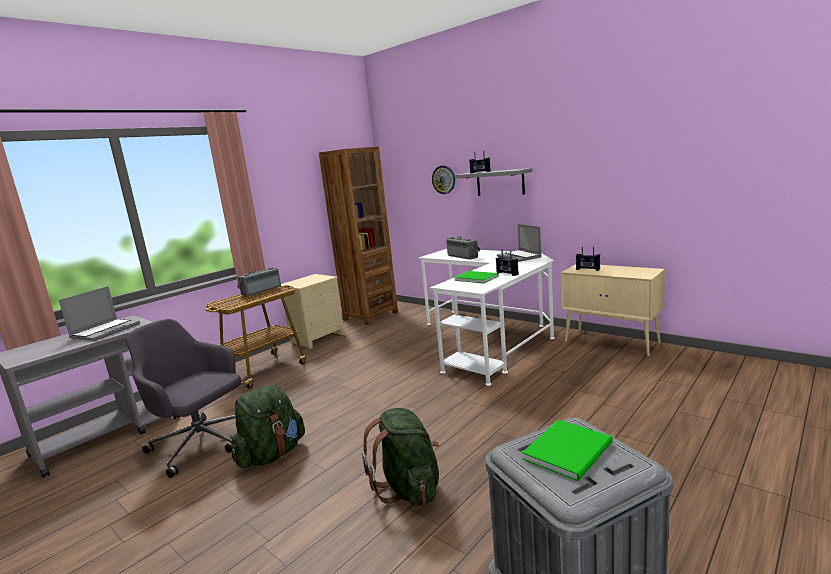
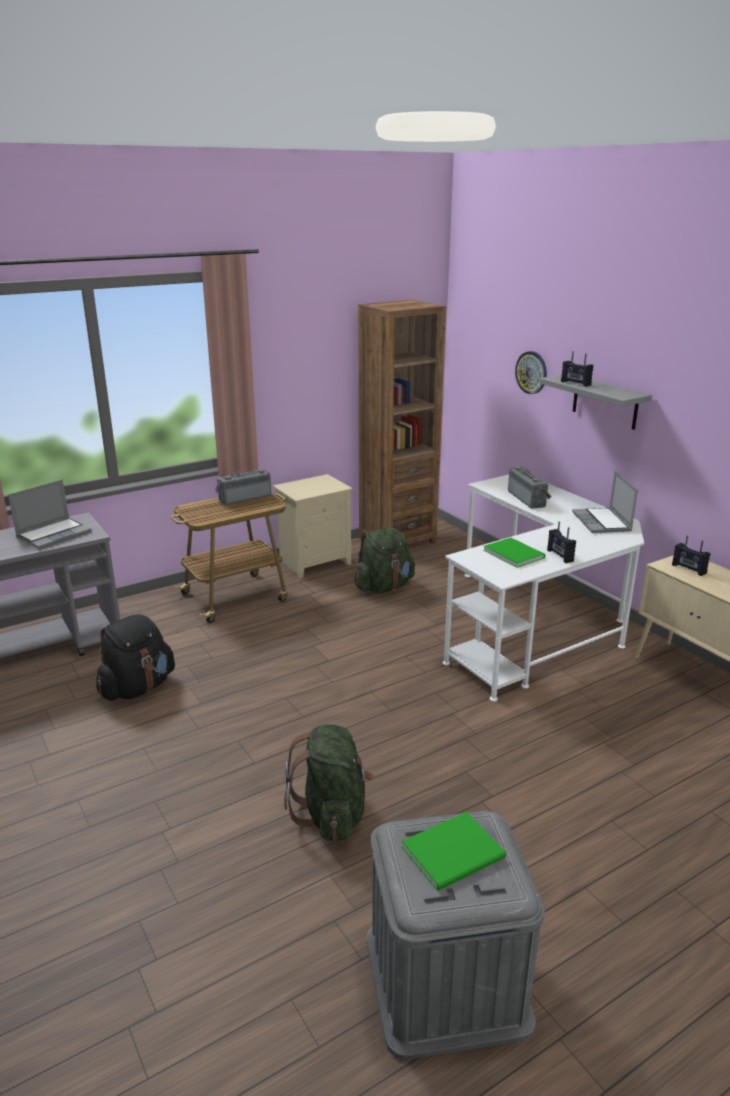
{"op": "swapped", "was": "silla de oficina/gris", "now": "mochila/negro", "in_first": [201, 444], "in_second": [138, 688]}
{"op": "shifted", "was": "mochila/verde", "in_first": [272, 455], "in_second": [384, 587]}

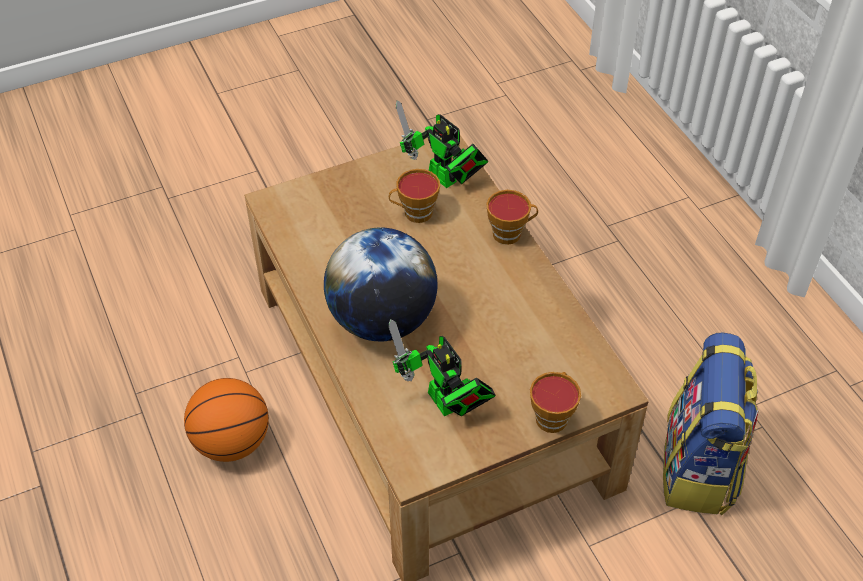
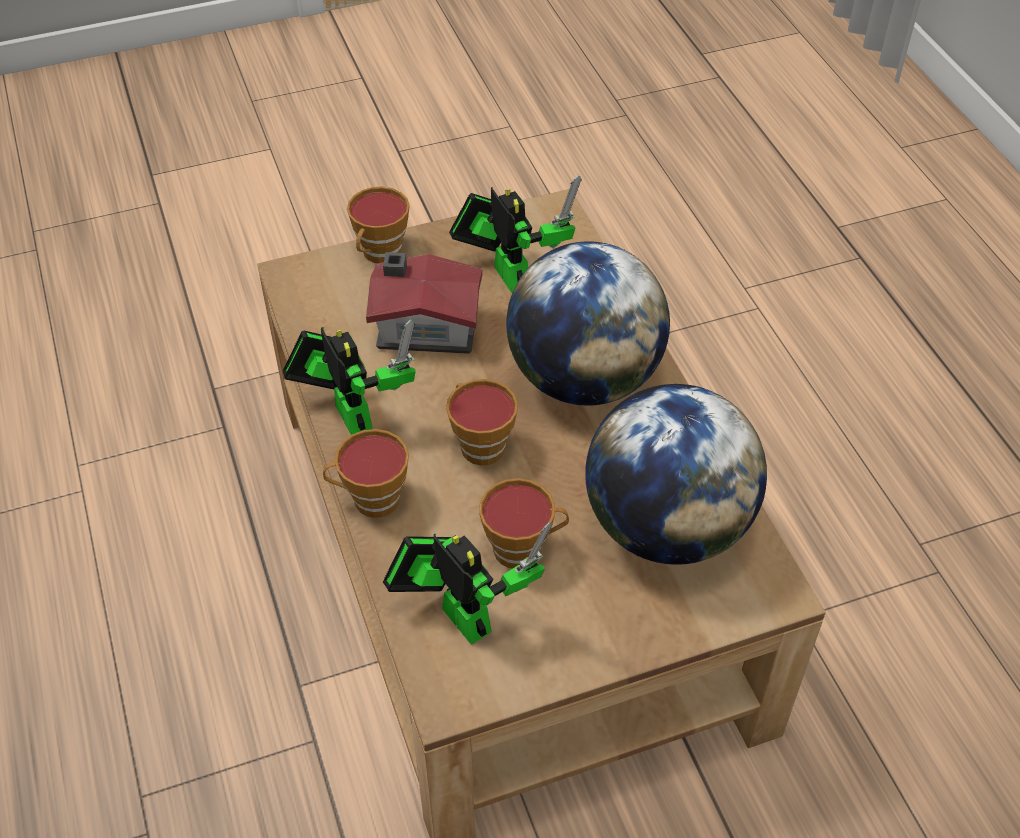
{"op": "gone", "was": "mochila", "in_first": [699, 468]}
{"op": "gone", "was": "balón de baloncesto", "in_first": [232, 442]}
{"op": "new", "now": "casita", "in_second": [425, 326]}
{"op": "new", "now": "robot de juguete", "in_second": [350, 412]}
{"op": "new", "now": "taza", "in_second": [479, 444]}
{"op": "new", "now": "globo terráqueo", "in_second": [666, 526]}

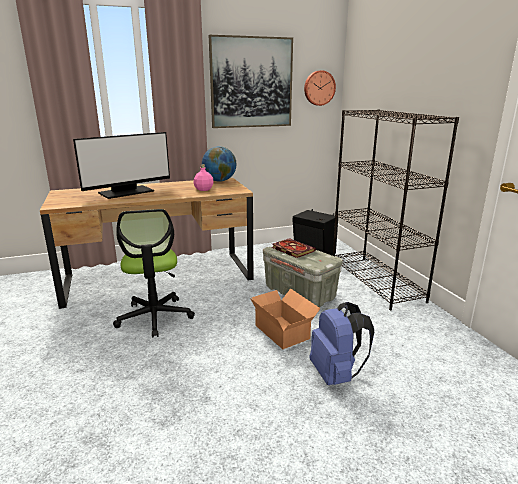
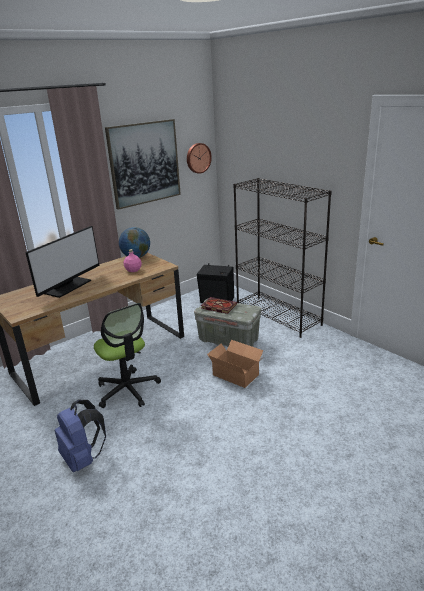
{"op": "shifted", "was": "mochila/azul", "in_first": [336, 375], "in_second": [83, 458]}

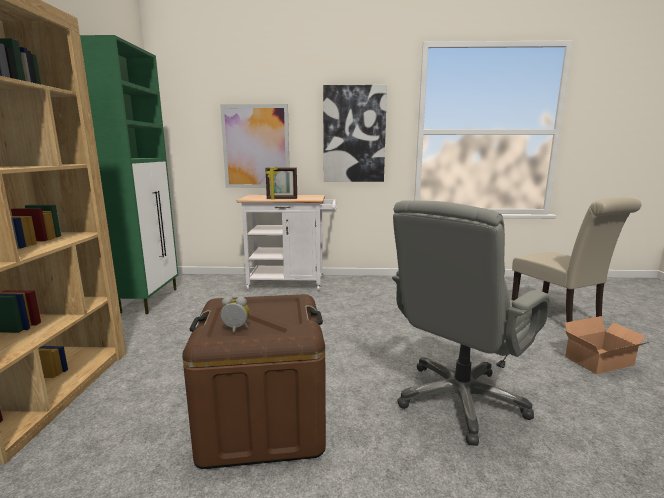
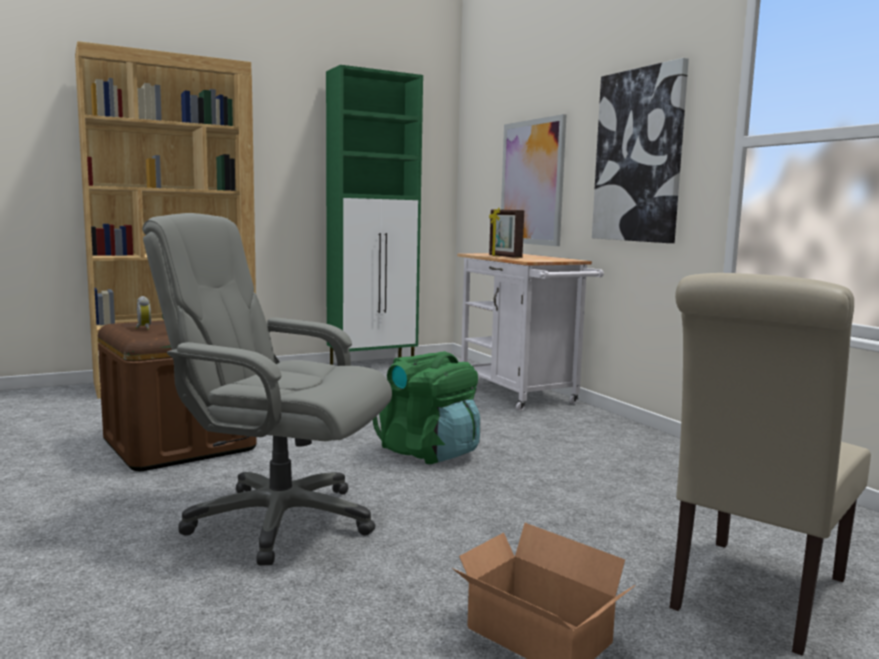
{"op": "new", "now": "mochila/verde", "in_second": [429, 452]}

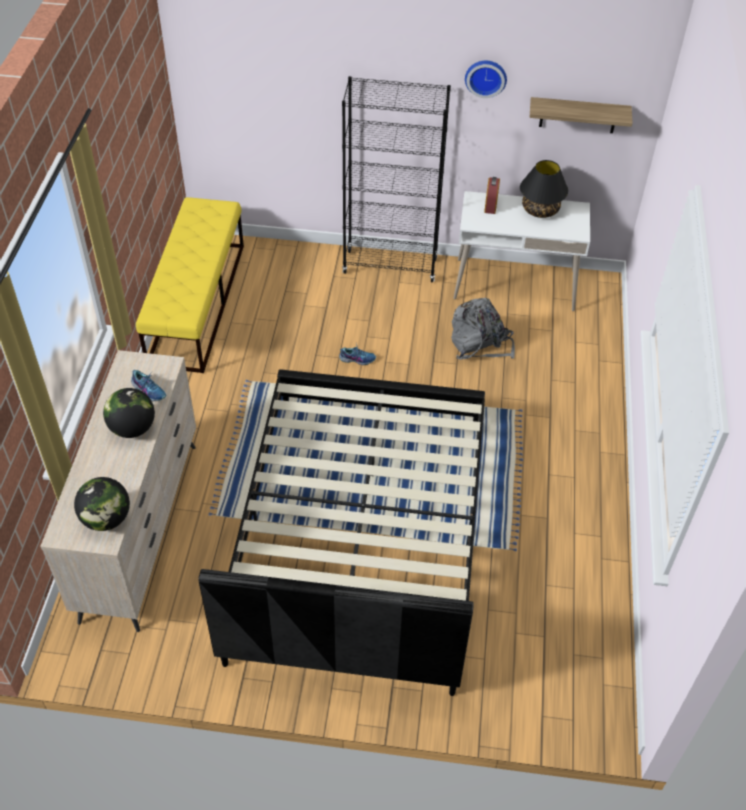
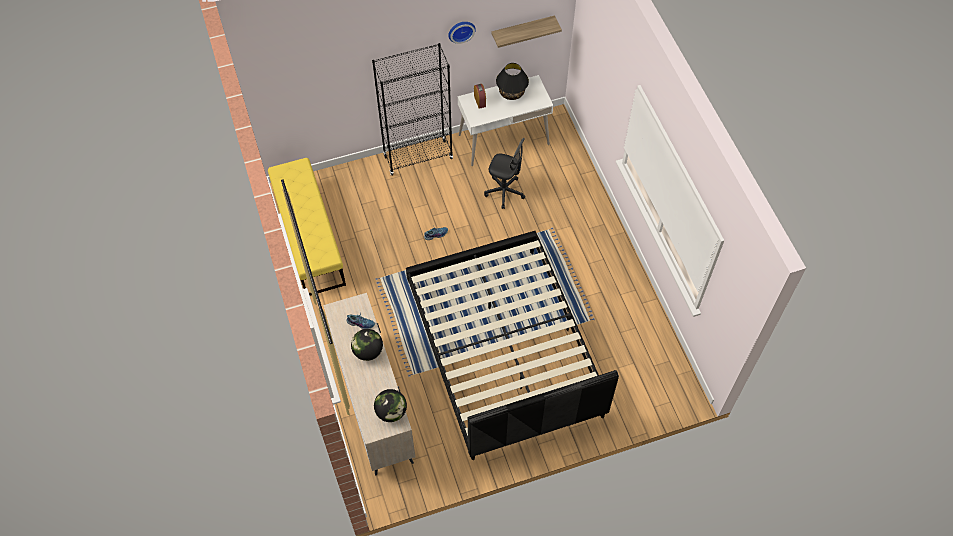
{"op": "swapped", "was": "mochila/gris", "now": "silla de oficina/negro", "in_first": [480, 344], "in_second": [504, 192]}

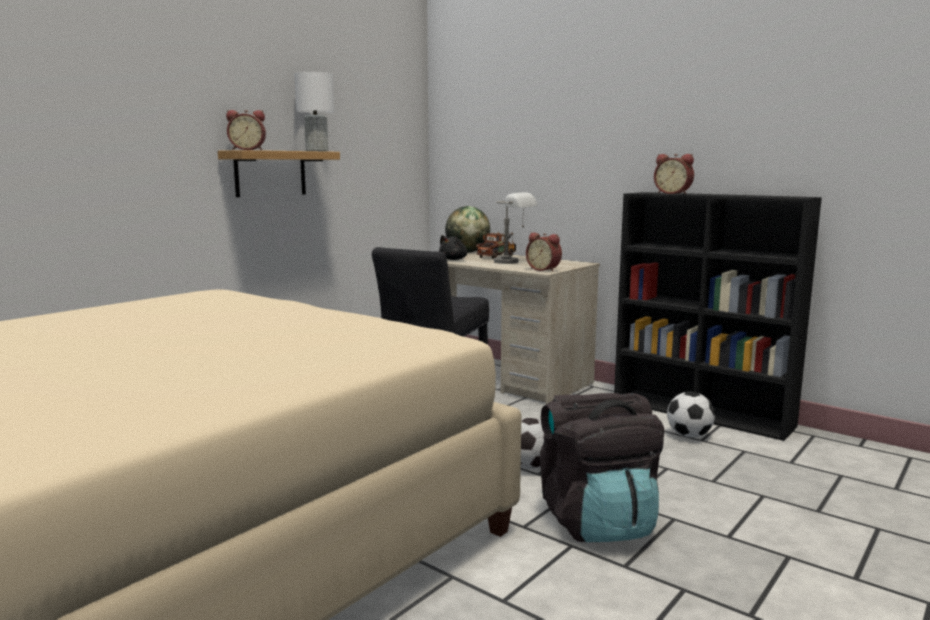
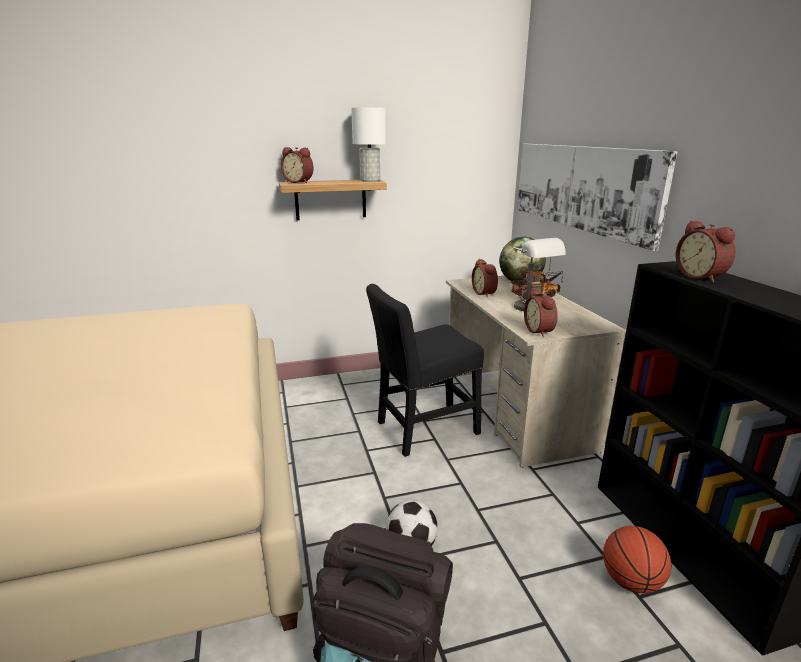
{"op": "swapped", "was": "peluche/negro", "now": "despertador", "in_first": [454, 259], "in_second": [485, 293]}
{"op": "swapped", "was": "balón de fútbol", "now": "balón de baloncesto", "in_first": [689, 435], "in_second": [630, 581]}
{"op": "new", "now": "cuadro", "in_second": [581, 187]}

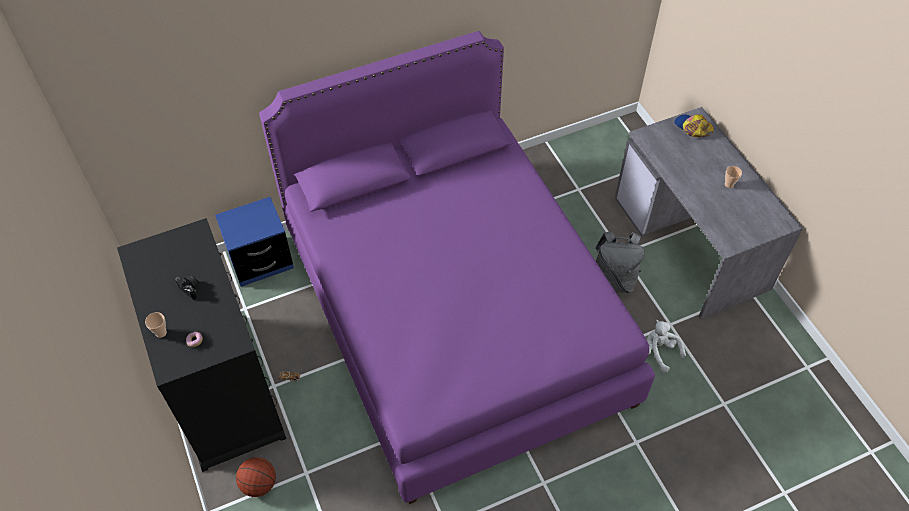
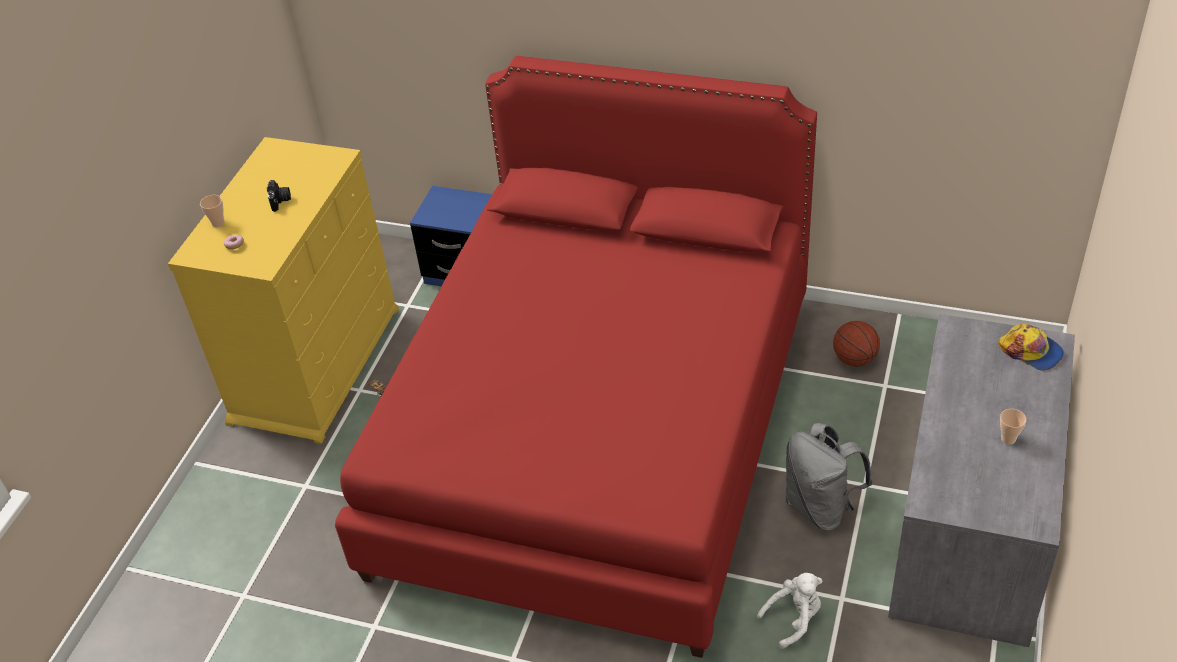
{"op": "repainted", "was": "cama/morado", "now": "cama/rojo", "in_first": [454, 315], "in_second": [598, 432]}
{"op": "rotated", "was": "gorra", "in_first": [692, 128], "in_second": [1031, 351], "clockwise": 135}
{"op": "repainted", "was": "cómoda/negro", "now": "cómoda/amarillo", "in_first": [222, 388], "in_second": [316, 363]}
{"op": "rotated", "was": "peluche/blanco", "in_first": [659, 352], "in_second": [794, 619], "clockwise": 60}
{"op": "shifted", "was": "balón de baloncesto", "in_first": [259, 484], "in_second": [855, 359]}

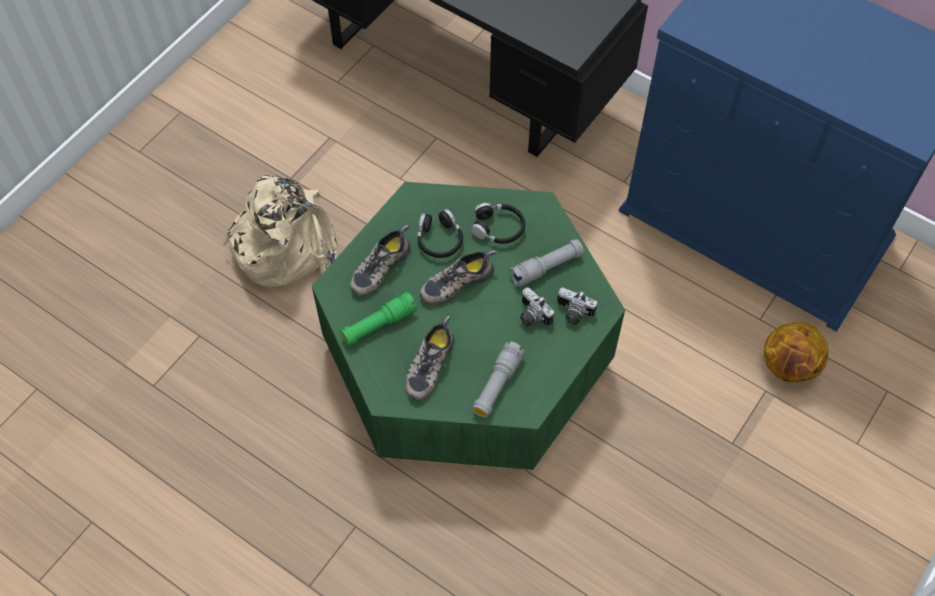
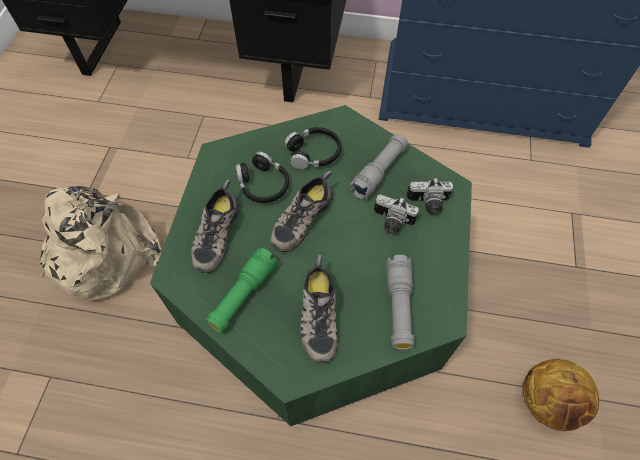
{"op": "shifted", "was": "balón de baloncesto", "in_first": [789, 366], "in_second": [548, 402]}

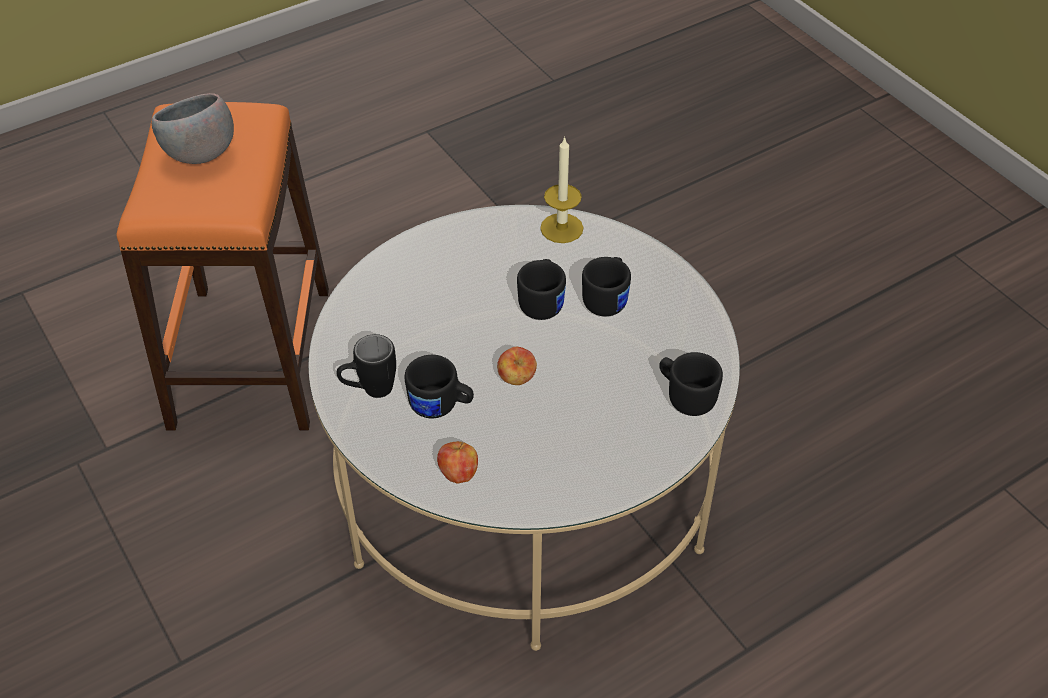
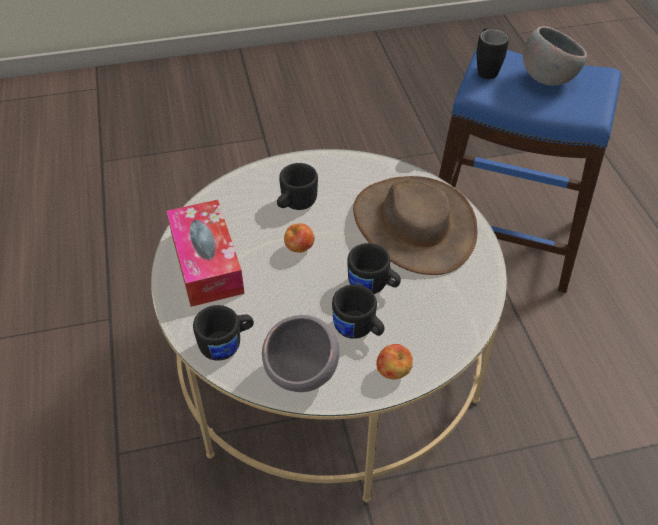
{"op": "repainted", "was": "taburete/naranja", "now": "taburete/azul", "in_first": [250, 357], "in_second": [502, 237]}
{"op": "gone", "was": "vela", "in_first": [561, 228]}
{"op": "shifted", "was": "taza grande/negro", "in_first": [369, 391], "in_second": [485, 69]}
{"op": "shifted", "was": "manzana", "in_first": [458, 473], "in_second": [393, 372]}
{"op": "new", "now": "sombrero/marrón", "in_second": [413, 225]}
{"op": "new", "now": "caja de pañuelos", "in_second": [206, 263]}
{"op": "new", "now": "cuenco/gris", "in_second": [302, 373]}

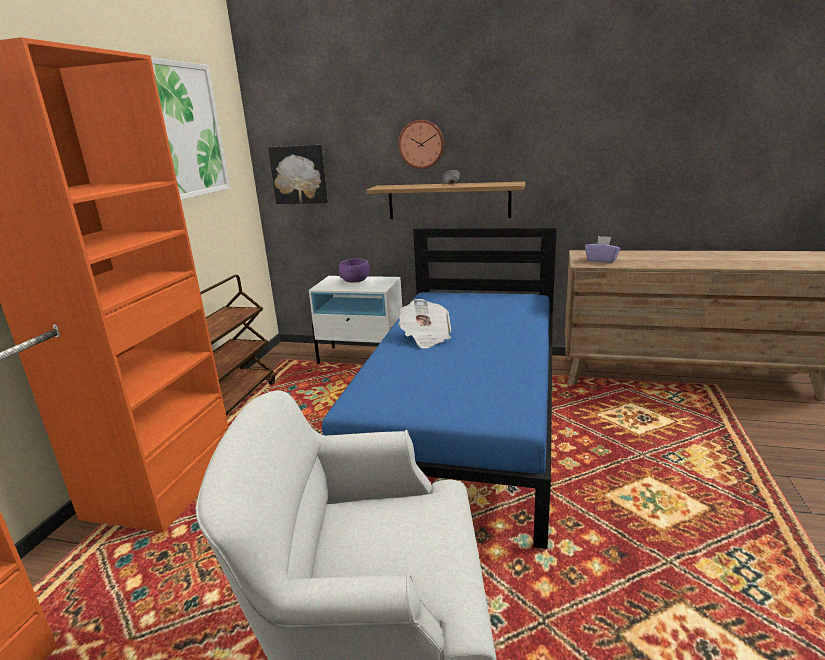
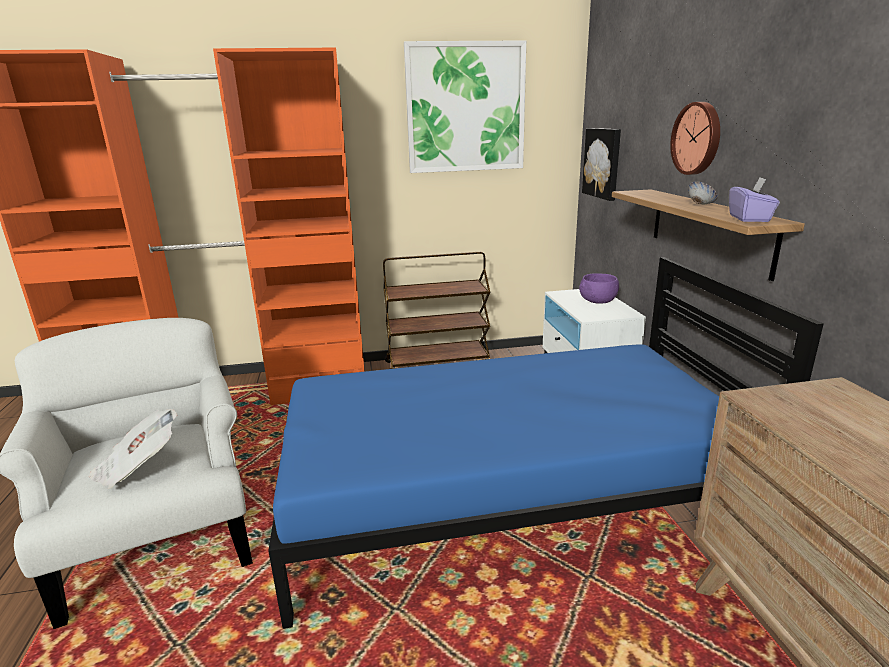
{"op": "shifted", "was": "caja de pañuelos/morado", "in_first": [601, 260], "in_second": [749, 218]}
{"op": "shifted", "was": "periódico", "in_first": [425, 337], "in_second": [138, 467]}

